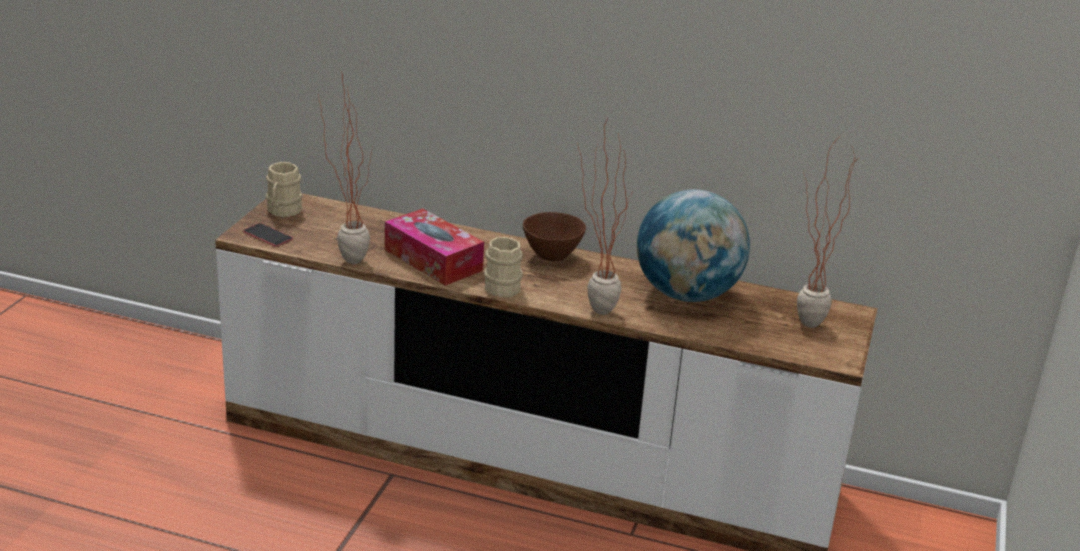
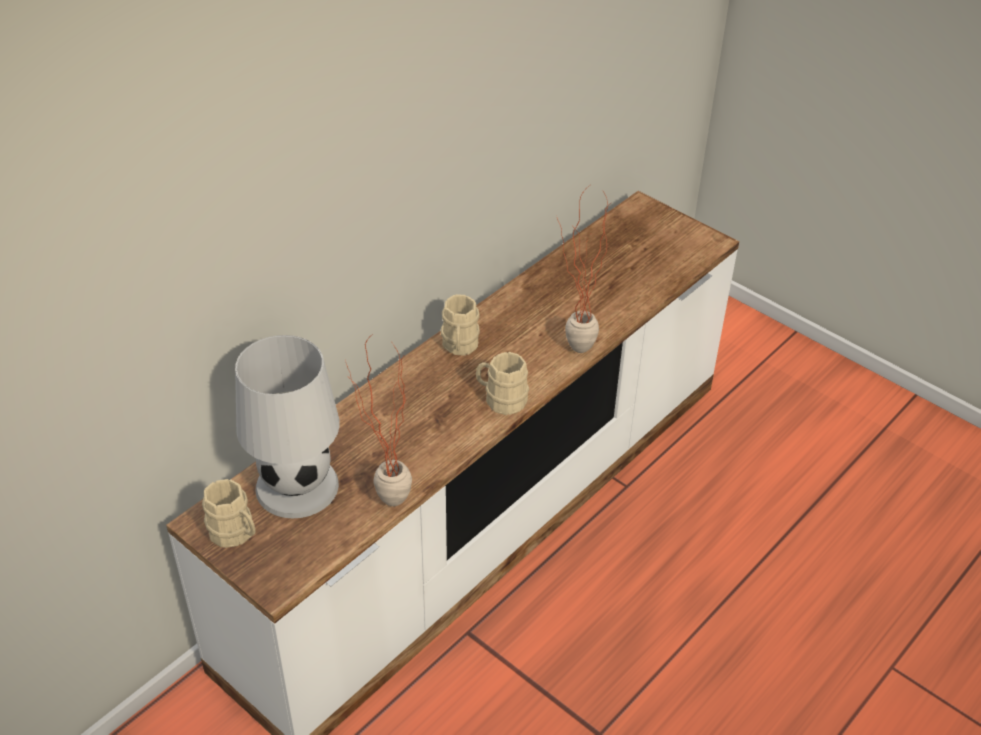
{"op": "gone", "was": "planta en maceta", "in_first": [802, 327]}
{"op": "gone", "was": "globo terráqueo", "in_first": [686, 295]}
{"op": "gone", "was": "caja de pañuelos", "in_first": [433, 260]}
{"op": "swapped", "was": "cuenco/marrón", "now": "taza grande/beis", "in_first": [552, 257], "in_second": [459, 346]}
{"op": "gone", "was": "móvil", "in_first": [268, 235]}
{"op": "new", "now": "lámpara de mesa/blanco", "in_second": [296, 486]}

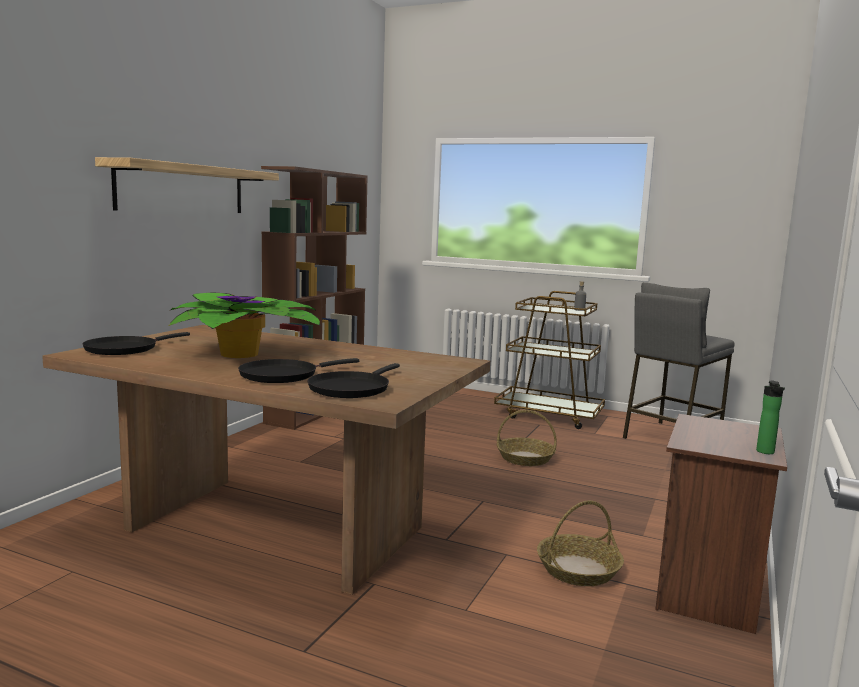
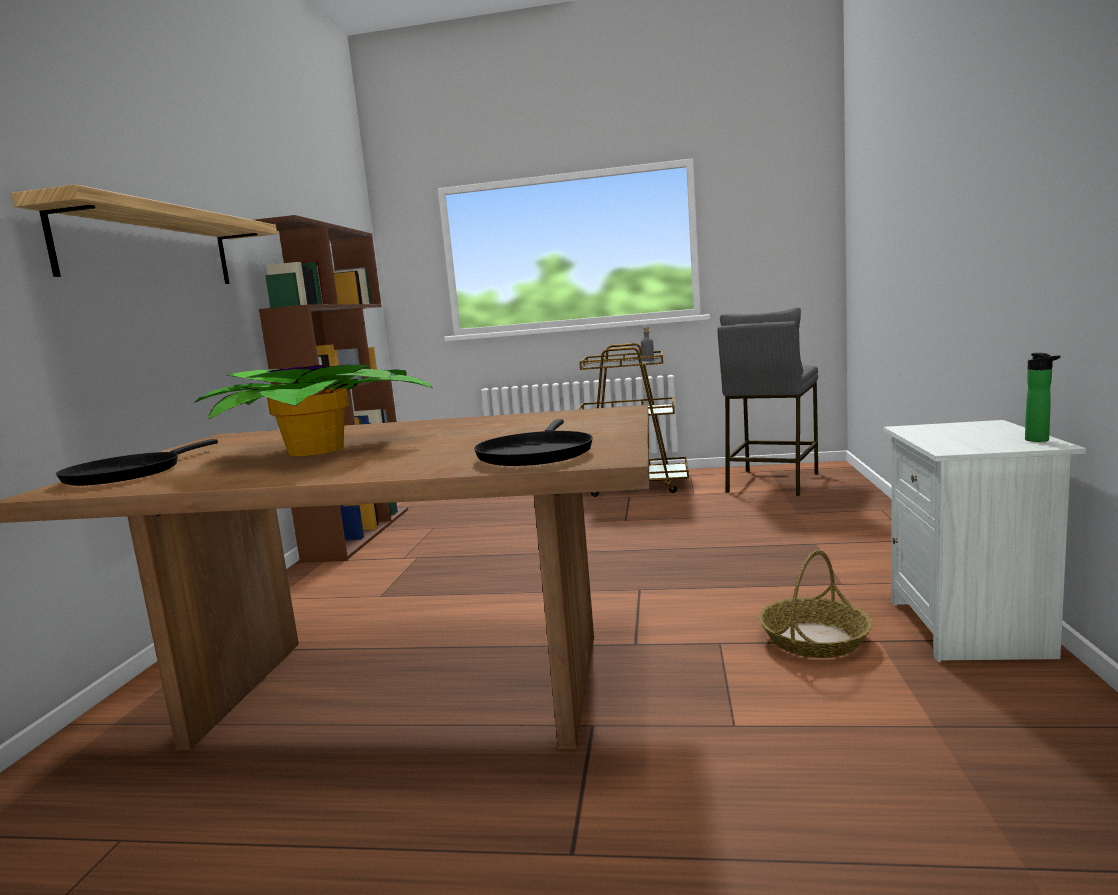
{"op": "gone", "was": "sartén/negro", "in_first": [283, 375]}
{"op": "gone", "was": "cesta", "in_first": [525, 458]}
{"op": "repainted", "was": "mesita de noche/marrón", "now": "mesita de noche/blanco", "in_first": [710, 594], "in_second": [971, 628]}

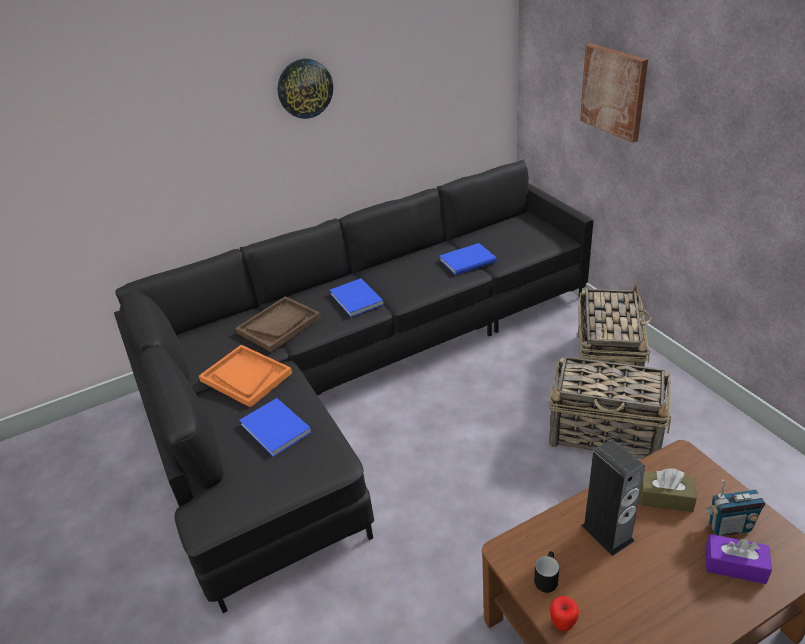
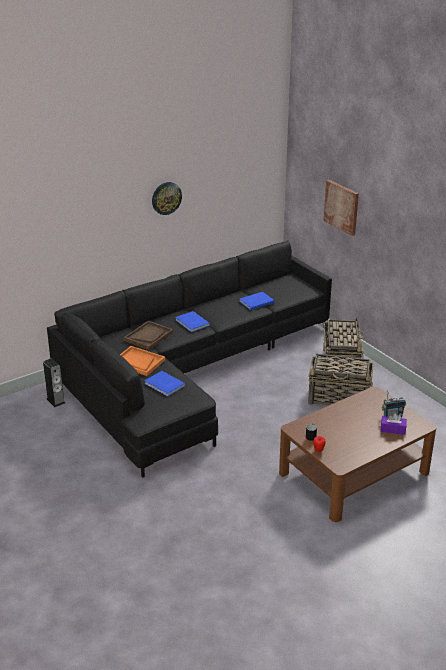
{"op": "shifted", "was": "altavoz", "in_first": [607, 533], "in_second": [56, 401]}
{"op": "gone", "was": "caja de pañuelos/marrón", "in_first": [665, 498]}

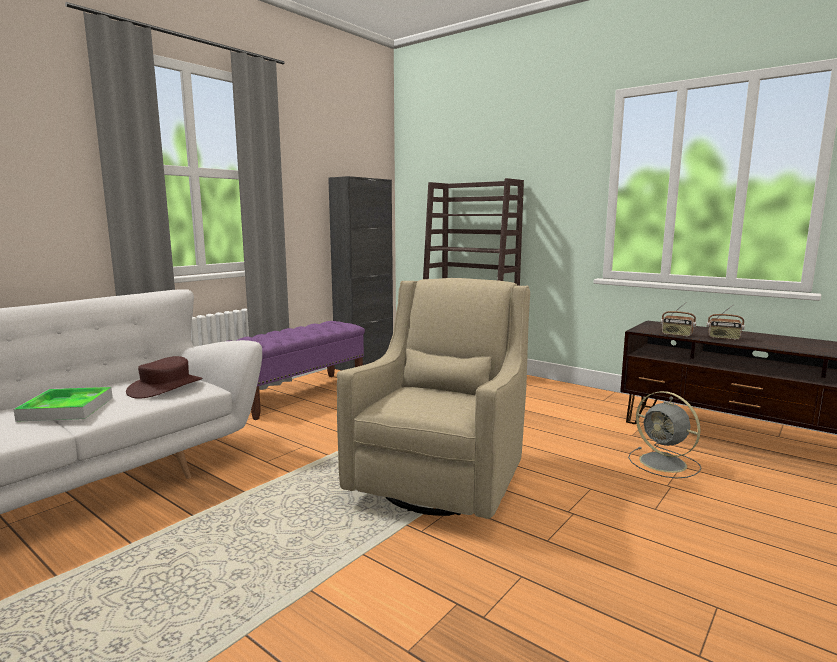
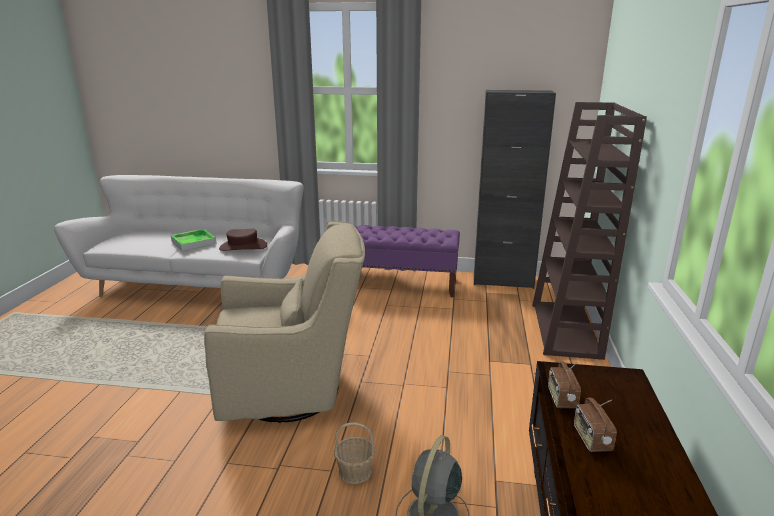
{"op": "new", "now": "cesta", "in_second": [355, 471]}

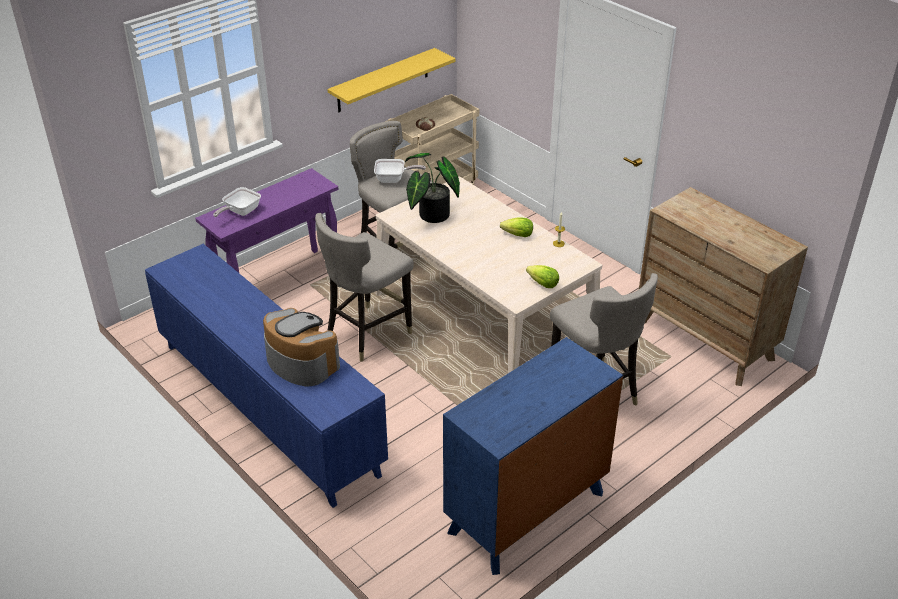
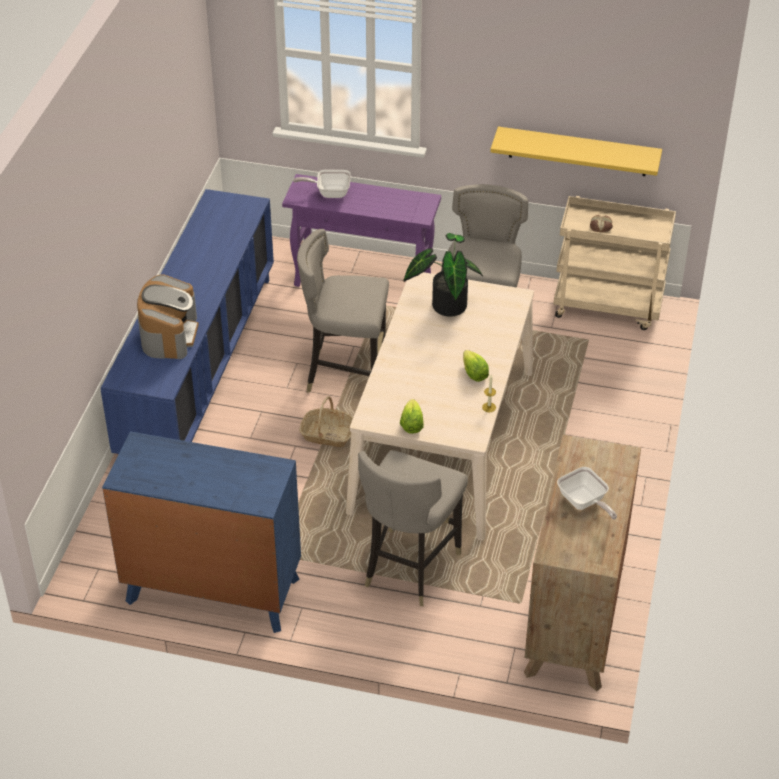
{"op": "shifted", "was": "sartén", "in_first": [393, 179], "in_second": [584, 503]}
{"op": "new", "now": "cesta", "in_second": [327, 434]}

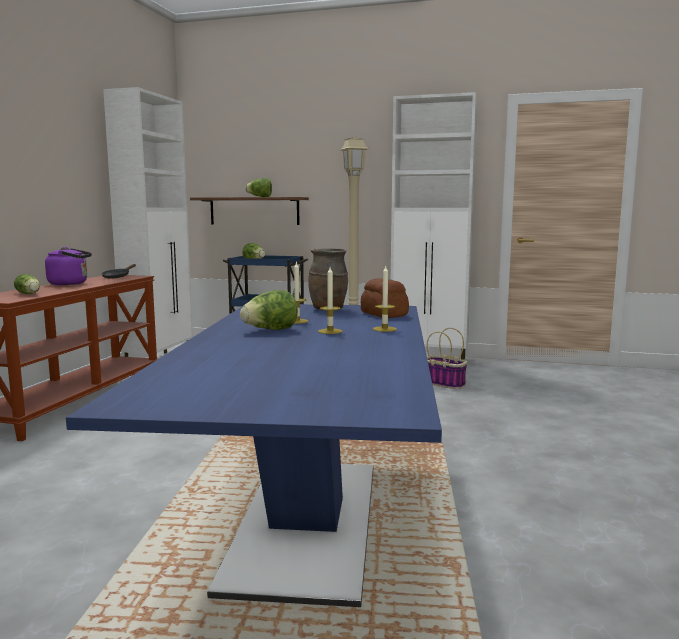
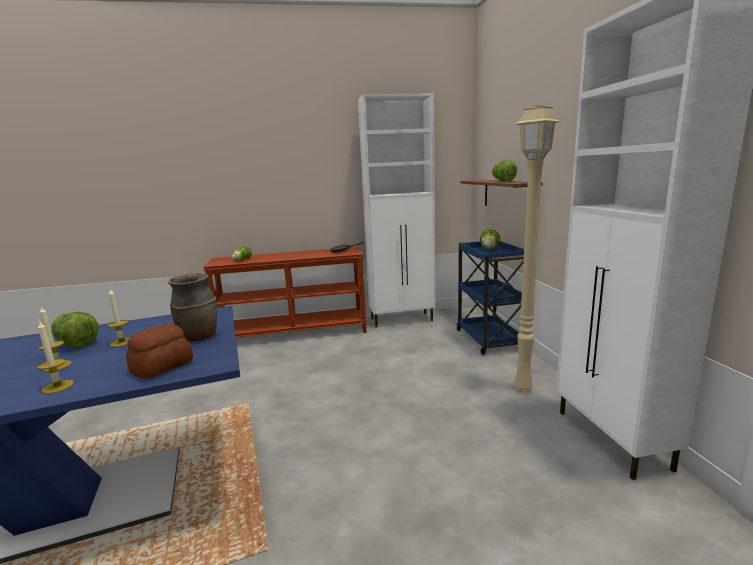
{"op": "gone", "was": "hervidor/morado", "in_first": [71, 284]}
{"op": "gone", "was": "cesta", "in_first": [445, 383]}

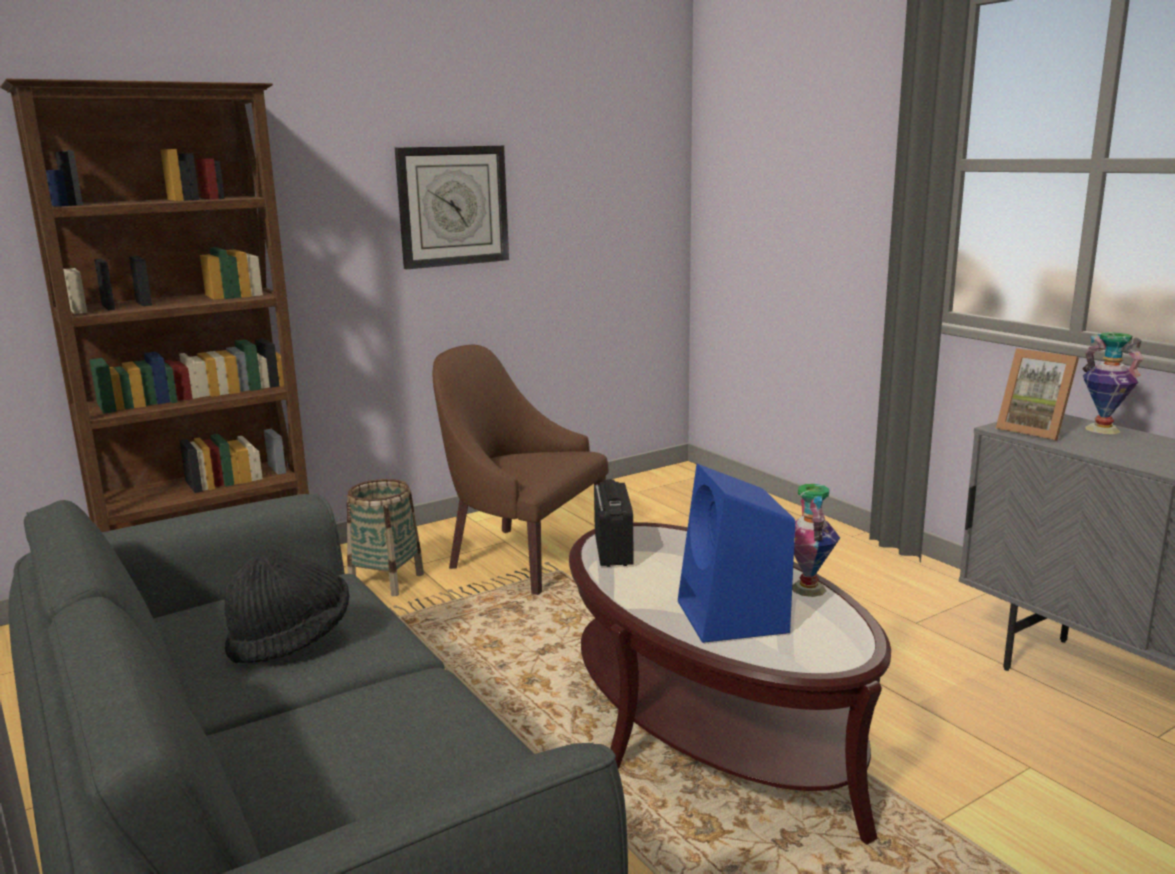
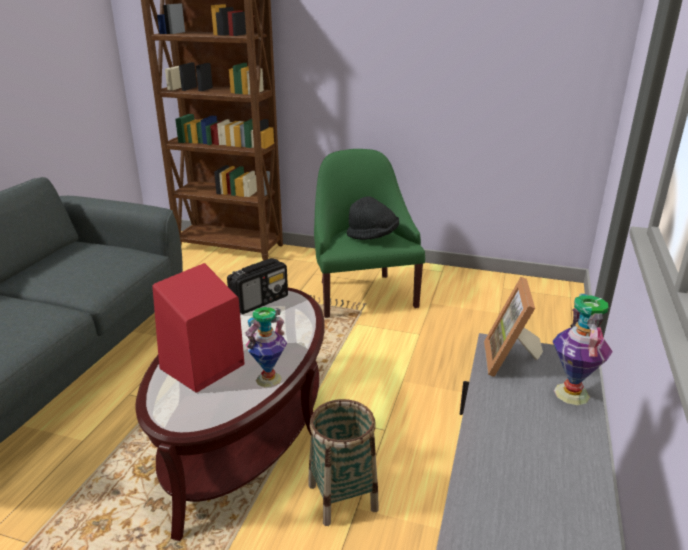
{"op": "gone", "was": "reloj de pared", "in_first": [452, 206]}
{"op": "repainted", "was": "sillón/marrón", "now": "sillón/verde", "in_first": [522, 556], "in_second": [362, 294]}
{"op": "repainted", "was": "altavoz/azul", "now": "altavoz/rojo", "in_first": [734, 618], "in_second": [201, 368]}
{"op": "shifted", "was": "cesta", "in_first": [387, 581], "in_second": [342, 497]}
{"op": "shifted", "was": "sombrero/negro", "in_first": [291, 639], "in_second": [373, 236]}

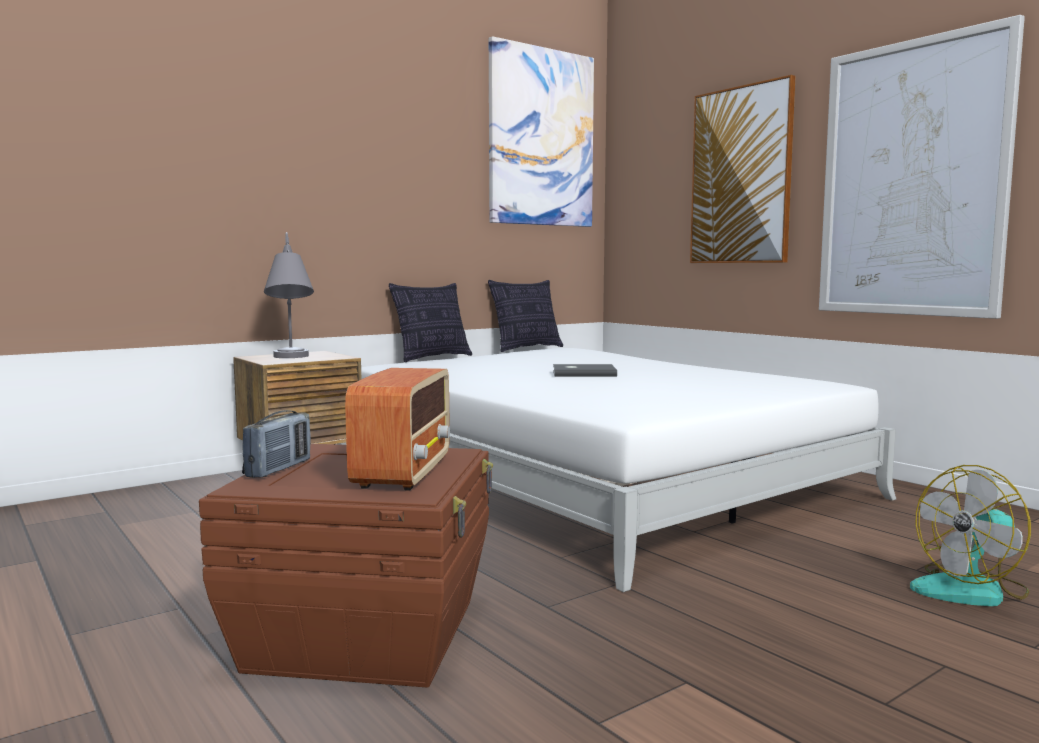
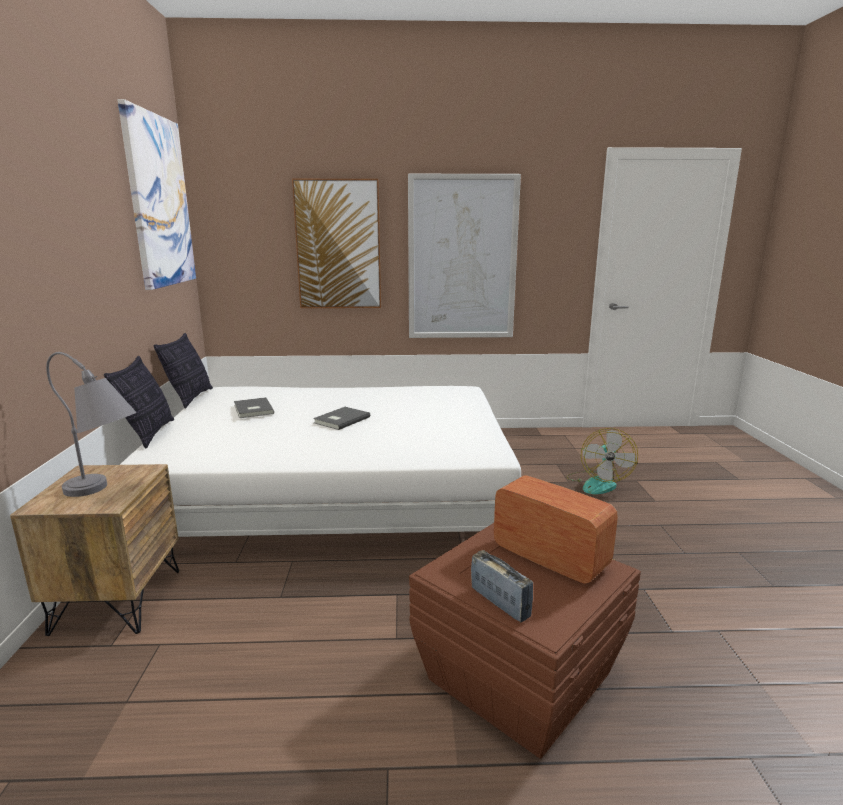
{"op": "new", "now": "libro/gris", "in_second": [252, 410]}

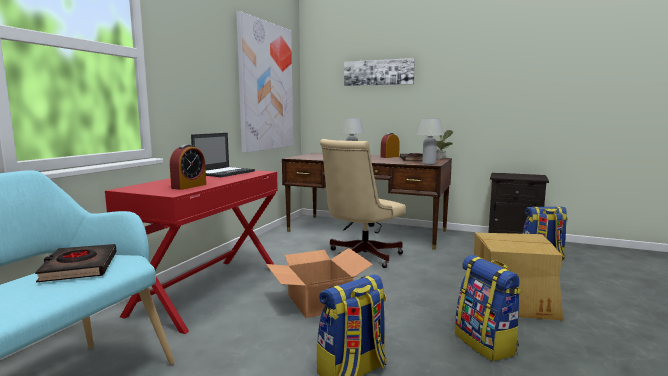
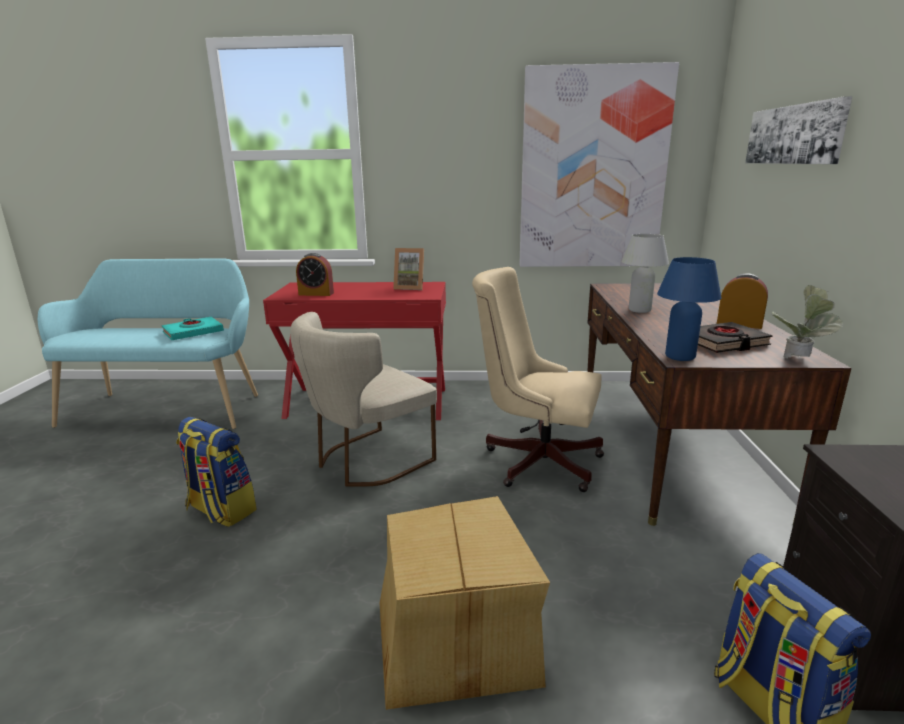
{"op": "repainted", "was": "lámpara de mesa/blanco", "now": "lámpara de mesa/azul", "in_first": [429, 164], "in_second": [680, 356]}
{"op": "swapped", "was": "portátil", "now": "portarretratos", "in_first": [225, 172], "in_second": [410, 287]}
{"op": "repainted", "was": "libro/negro", "now": "libro/turquesa", "in_first": [79, 268], "in_second": [193, 332]}
{"op": "swapped", "was": "caja de cartón", "now": "silla/beis", "in_first": [318, 302], "in_second": [367, 461]}
{"op": "gone", "was": "mochila", "in_first": [486, 344]}

